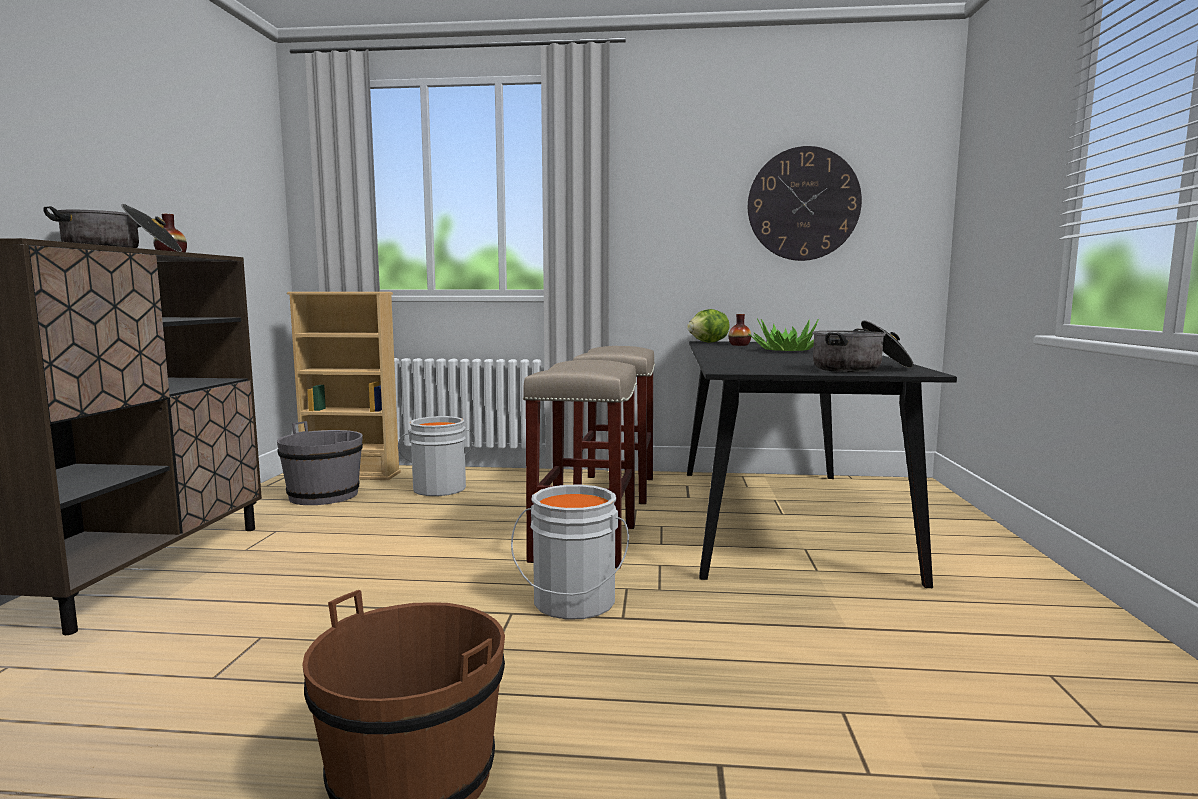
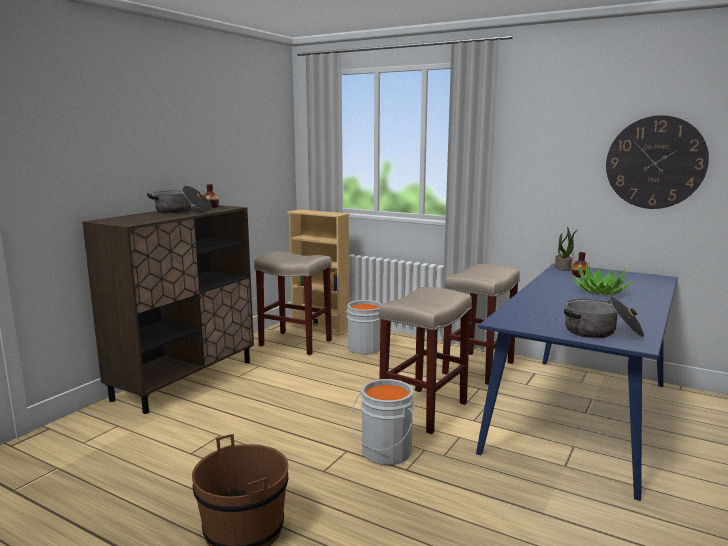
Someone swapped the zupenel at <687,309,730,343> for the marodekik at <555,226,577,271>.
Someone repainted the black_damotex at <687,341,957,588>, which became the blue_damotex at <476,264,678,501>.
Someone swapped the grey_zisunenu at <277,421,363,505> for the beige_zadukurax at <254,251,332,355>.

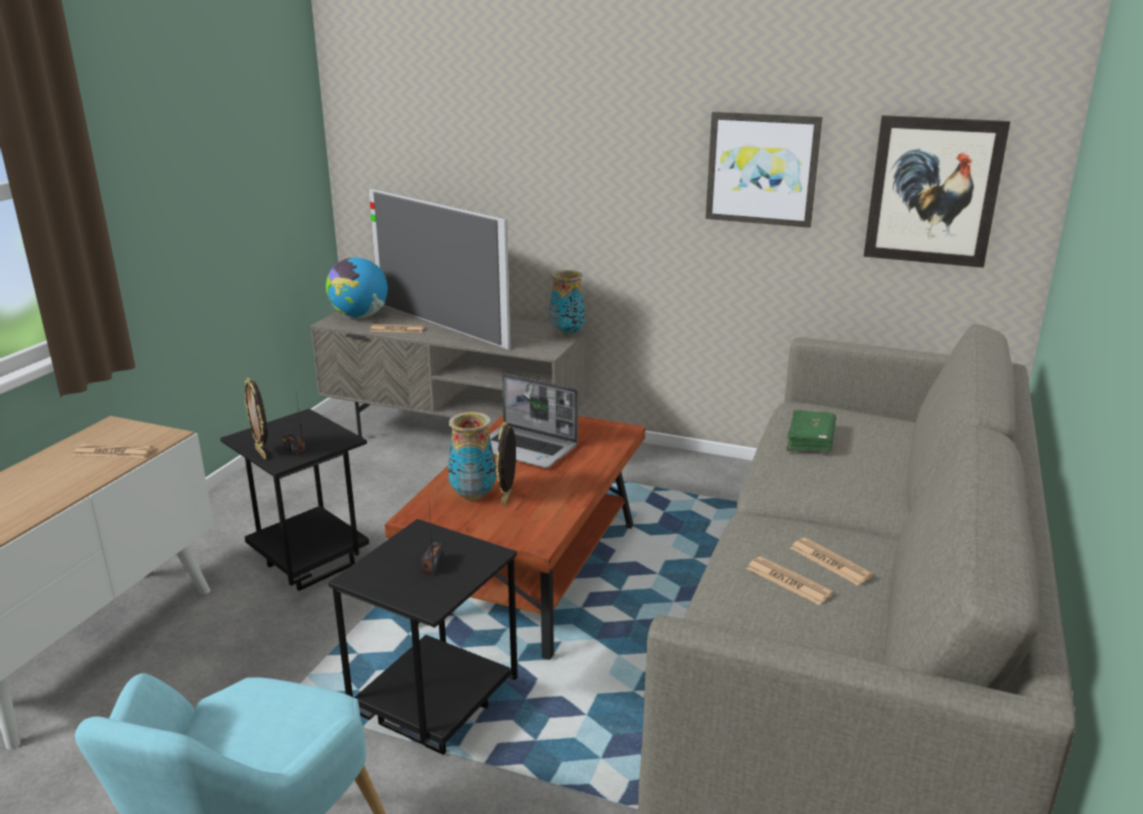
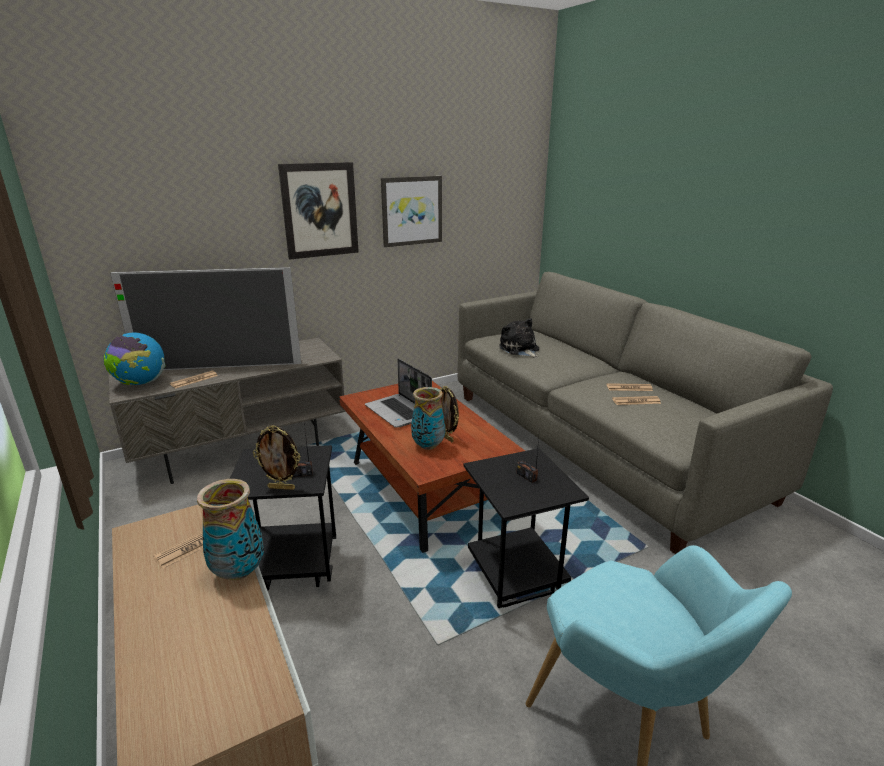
Someone carried the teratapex from <864,115,1010,268> to <278,162,359,259>.
Someone carried the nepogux from <549,270,585,338> to <197,479,264,580>.
Someone rotated the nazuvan at <489,373,578,468> by 75 degrees clockwise.
Someone swapped the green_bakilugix at <786,410,836,451> for the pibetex at <499,318,539,358>.

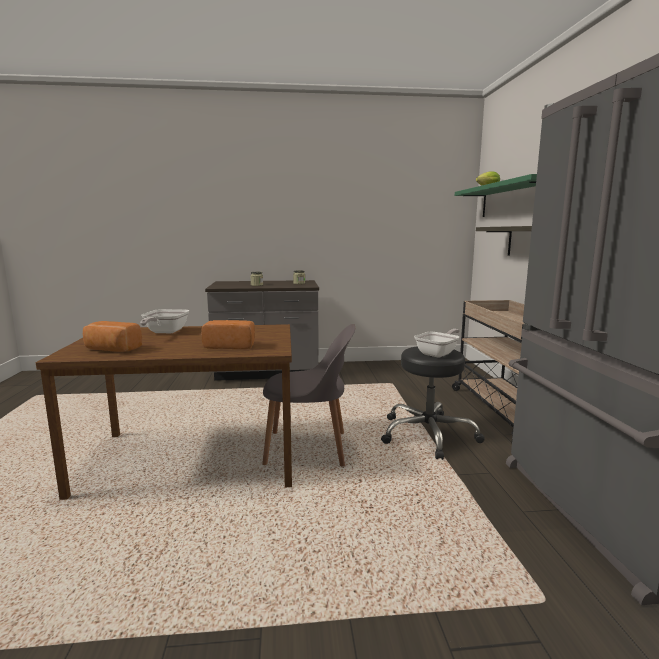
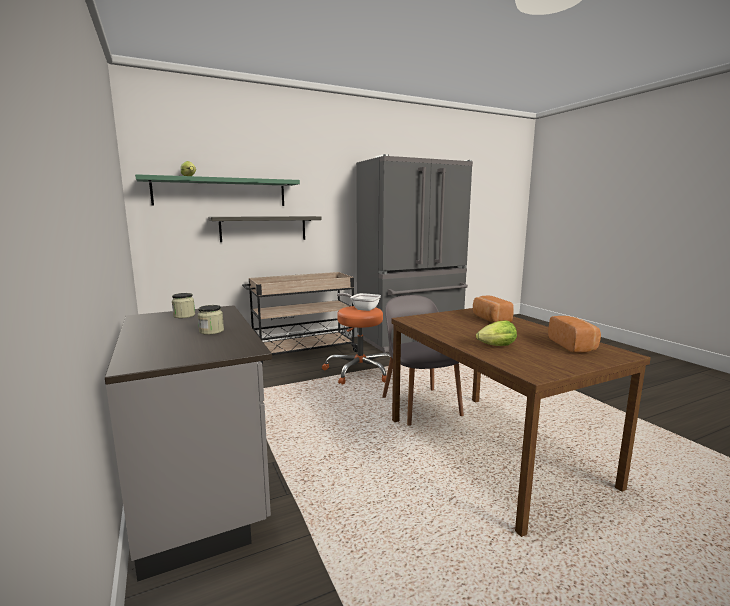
Someone swapped the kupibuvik at <140,309,189,333> for the zupenel at <476,320,517,346>.
Someone repainted the black_zadukurax at <381,346,485,460>, which became the orange_zadukurax at <322,306,391,385>.

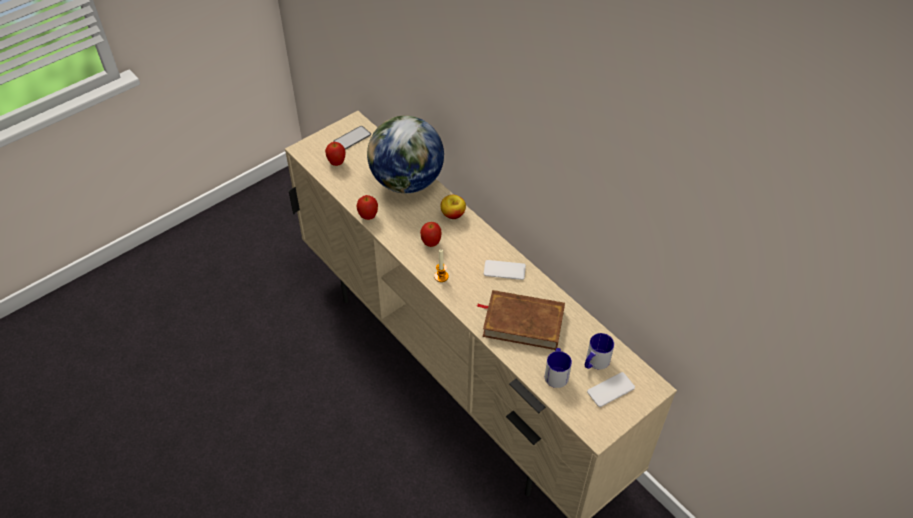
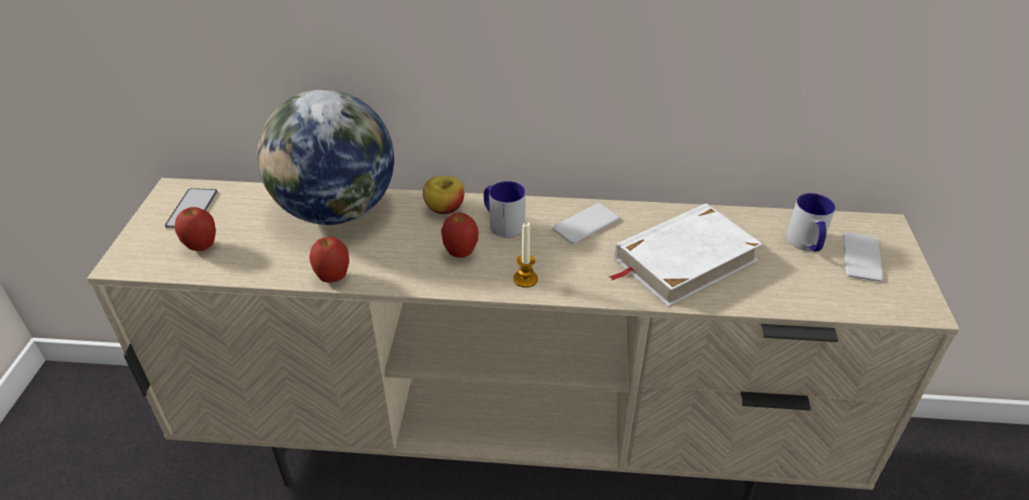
Someone repainted the brown_bakilugix at <477,290,565,350>, which became the white_bakilugix at <609,203,762,306>.
Someone carried the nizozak from <545,348,572,388> to <484,181,526,238>.

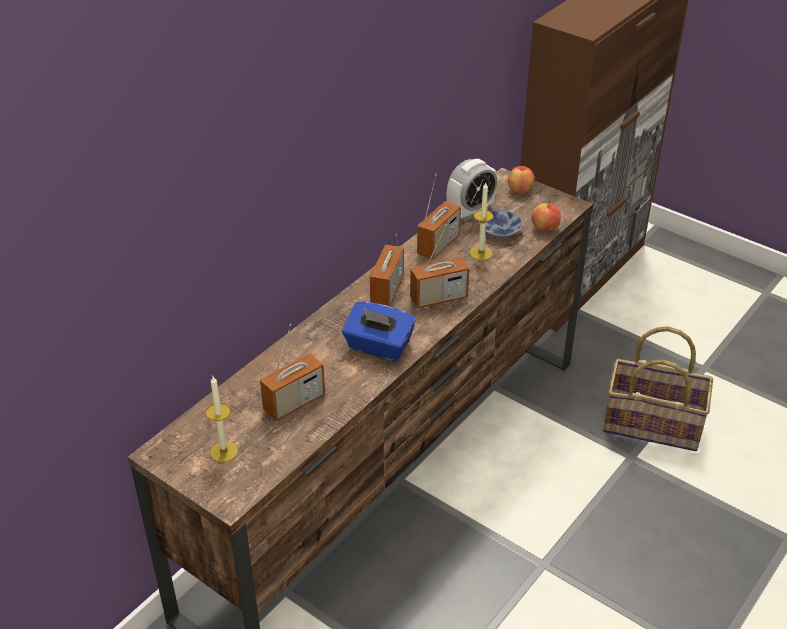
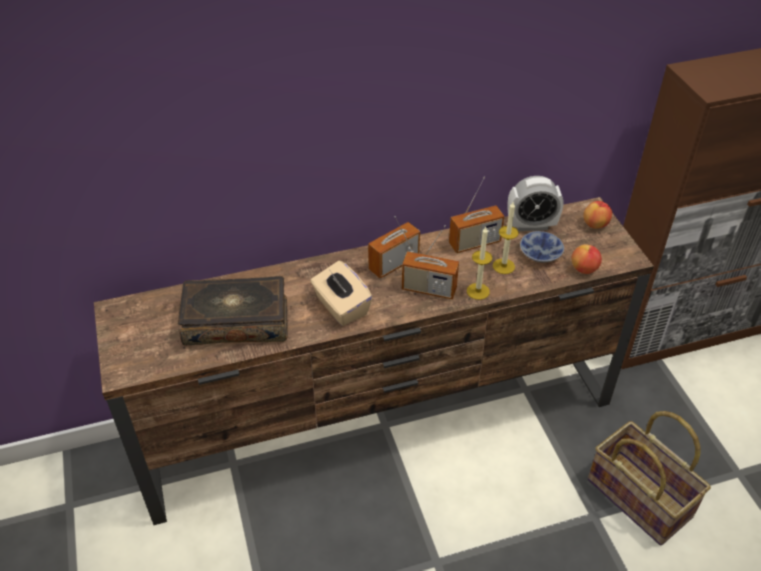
Someone repainted the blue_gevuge at <342,302,416,361>, which became the beige_gevuge at <310,261,373,326>.
Someone swapped the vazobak at <260,324,325,421> for the bakilugix at <178,276,288,345>.
Someone carried the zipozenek from <206,376,238,462> to <467,227,492,300>.

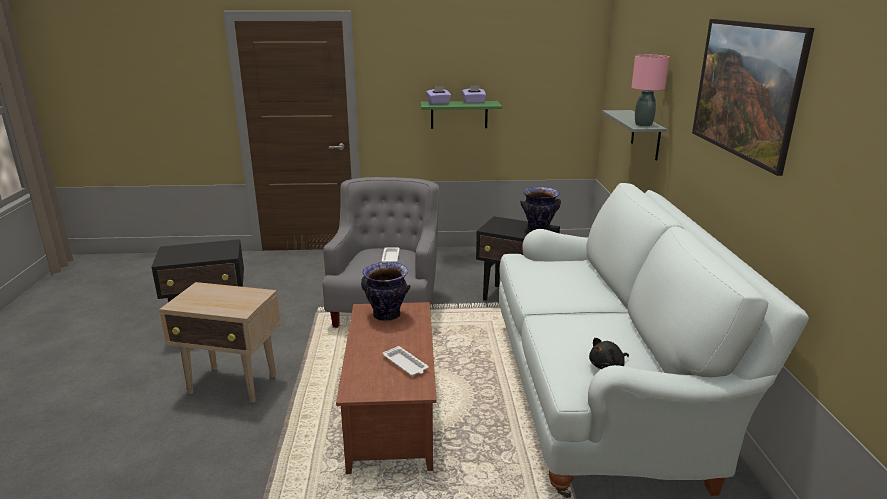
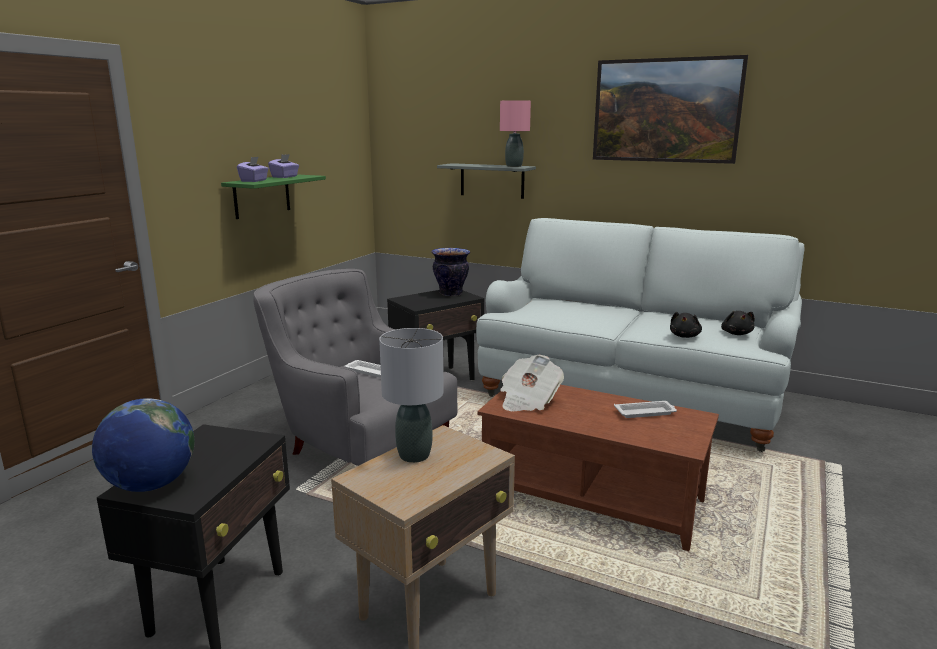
Someone swapped the nepogux at <361,262,410,321> for the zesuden at <501,355,564,411>.
Someone put down the black_pibetex at <670,312,702,338>.
Someone put down the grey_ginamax at <379,328,444,463>.
Someone put down the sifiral at <92,398,195,492>.

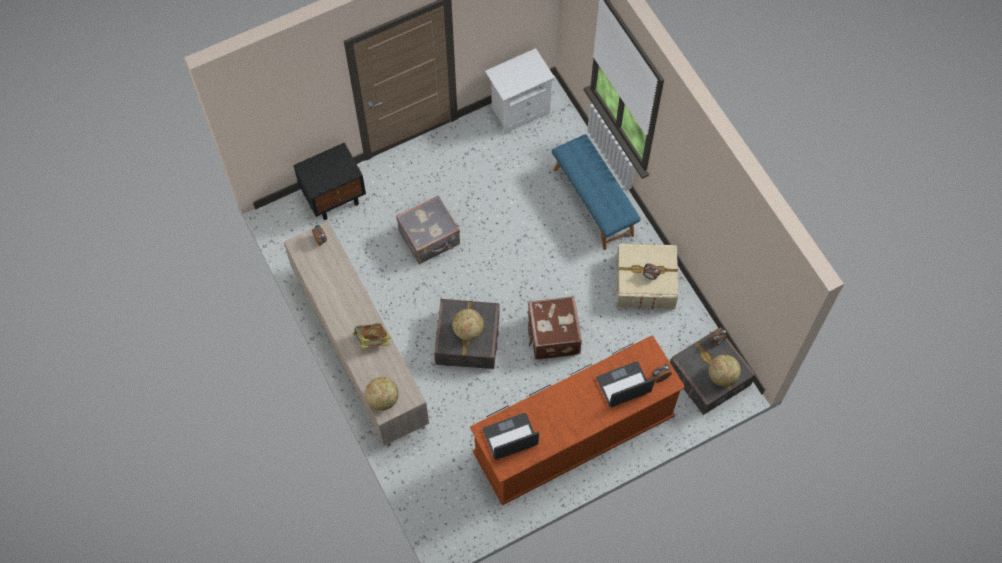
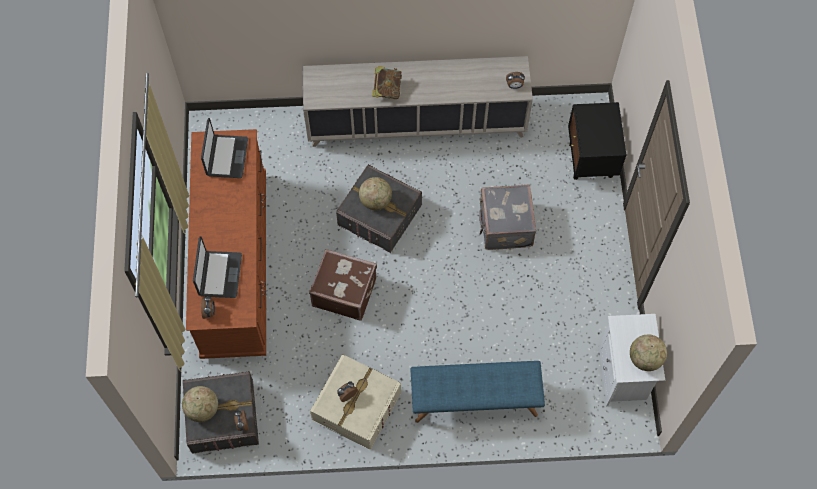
Someone carried the sifiral from <365,377,399,410> to <630,334,667,371>.

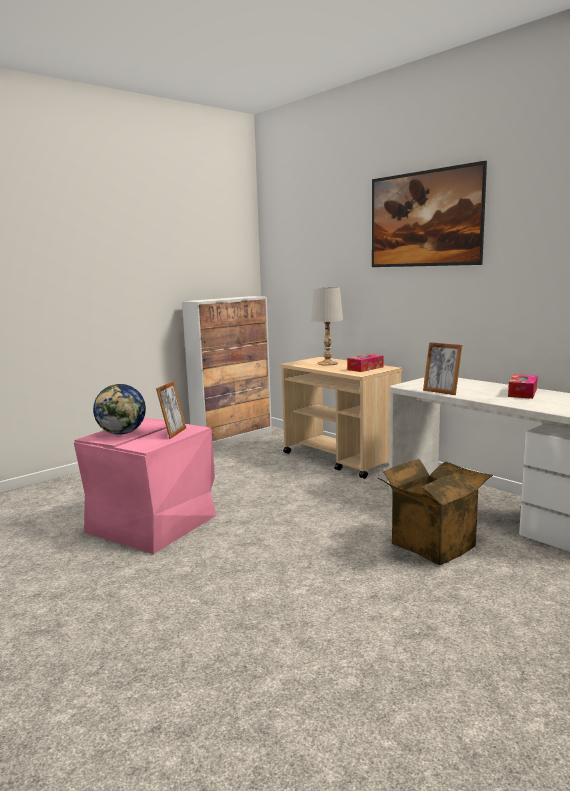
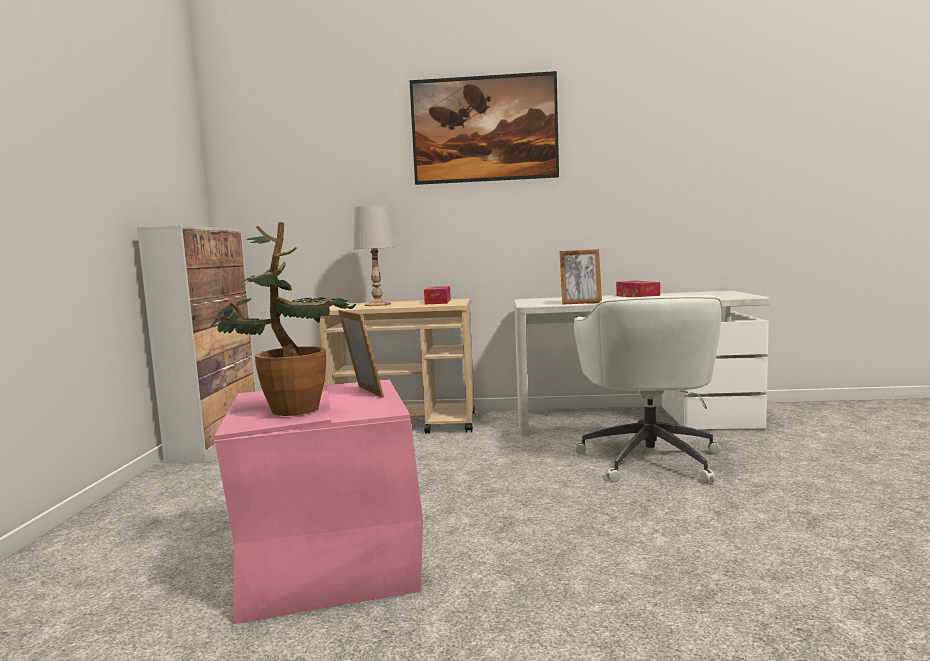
Someone swapped the sifiral at <93,384,146,435> for the marodekik at <209,222,356,416>.
Someone swapped the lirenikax at <378,459,493,565> for the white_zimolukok at <574,295,722,483>.

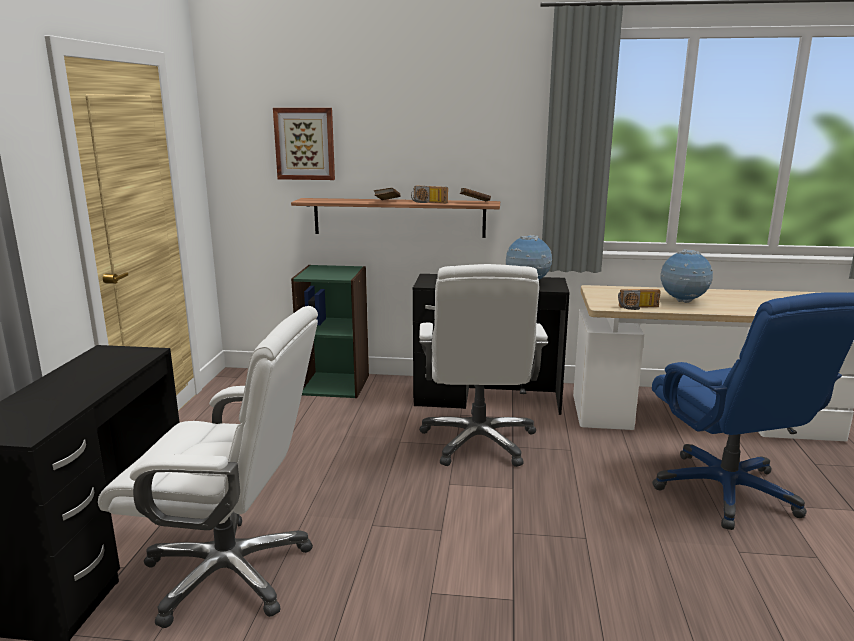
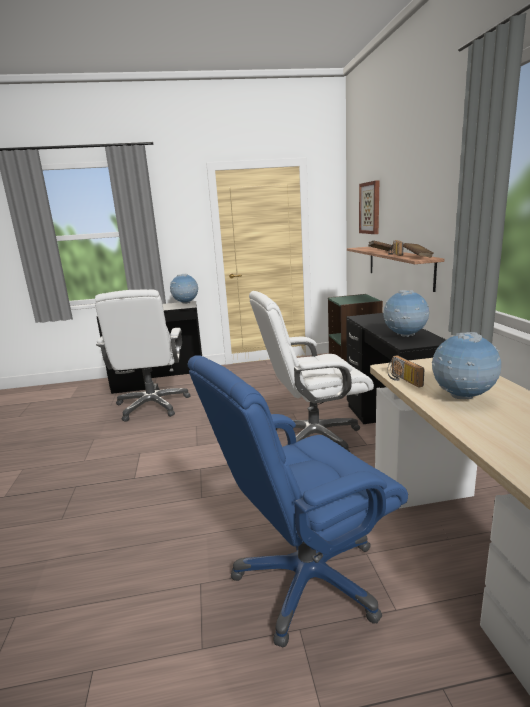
Someone put down the sifiral at <170,274,198,304>.

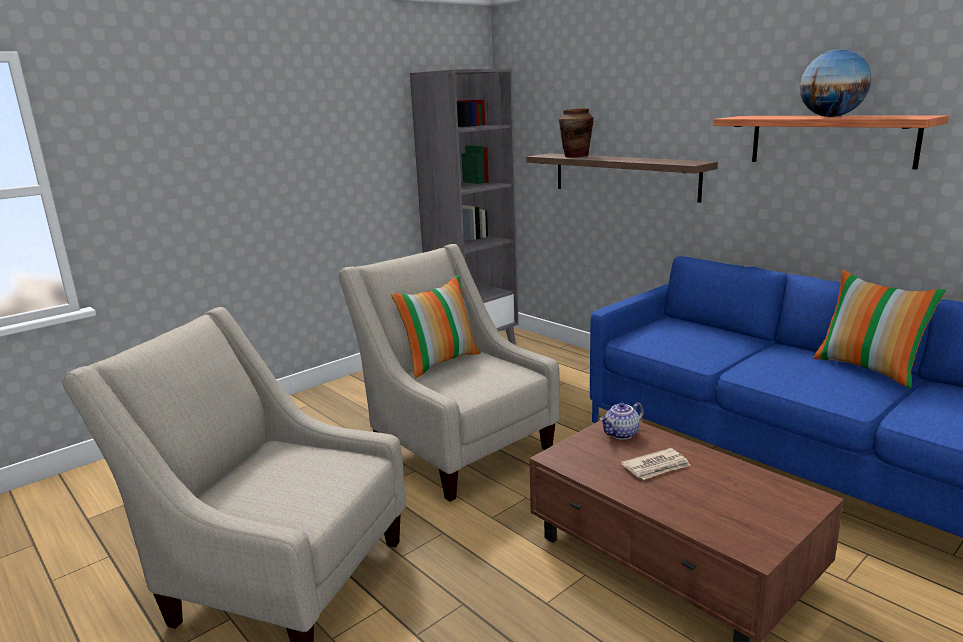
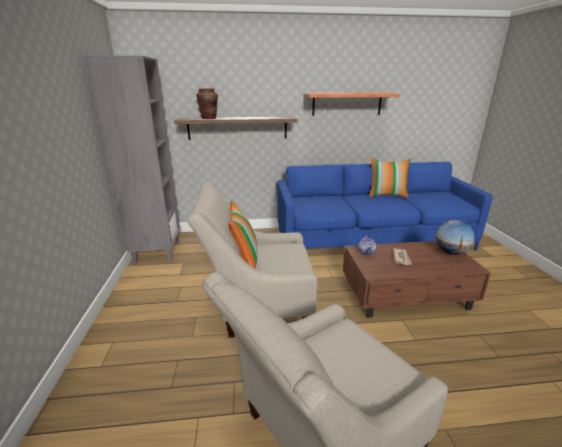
Someone carried the sifiral from <800,49,871,117> to <436,220,475,255>.

